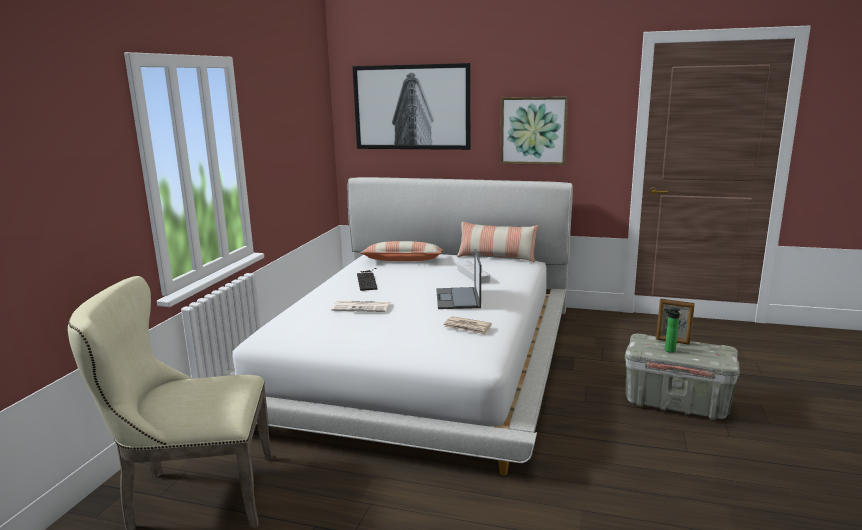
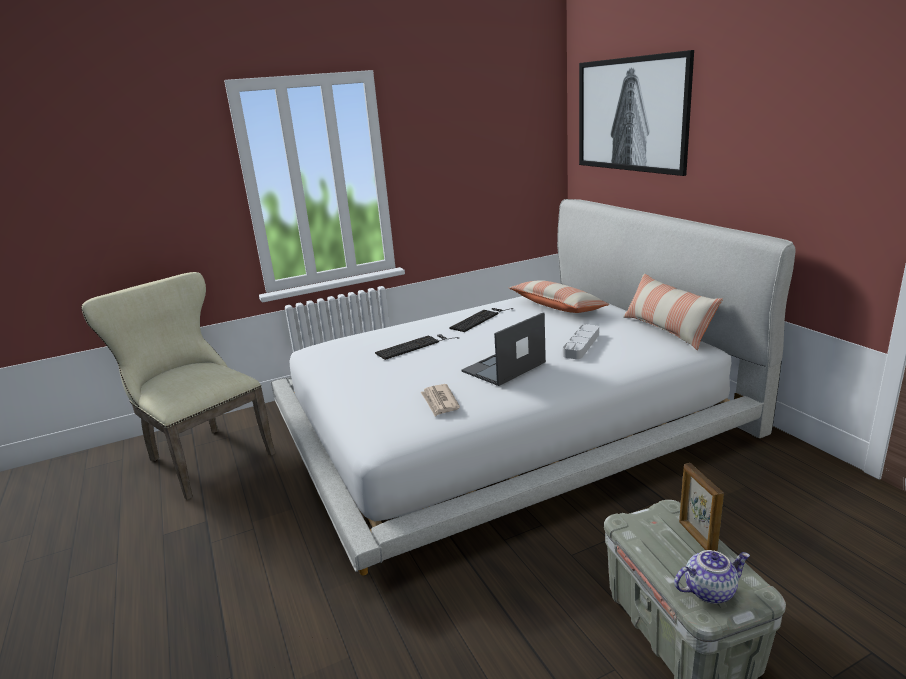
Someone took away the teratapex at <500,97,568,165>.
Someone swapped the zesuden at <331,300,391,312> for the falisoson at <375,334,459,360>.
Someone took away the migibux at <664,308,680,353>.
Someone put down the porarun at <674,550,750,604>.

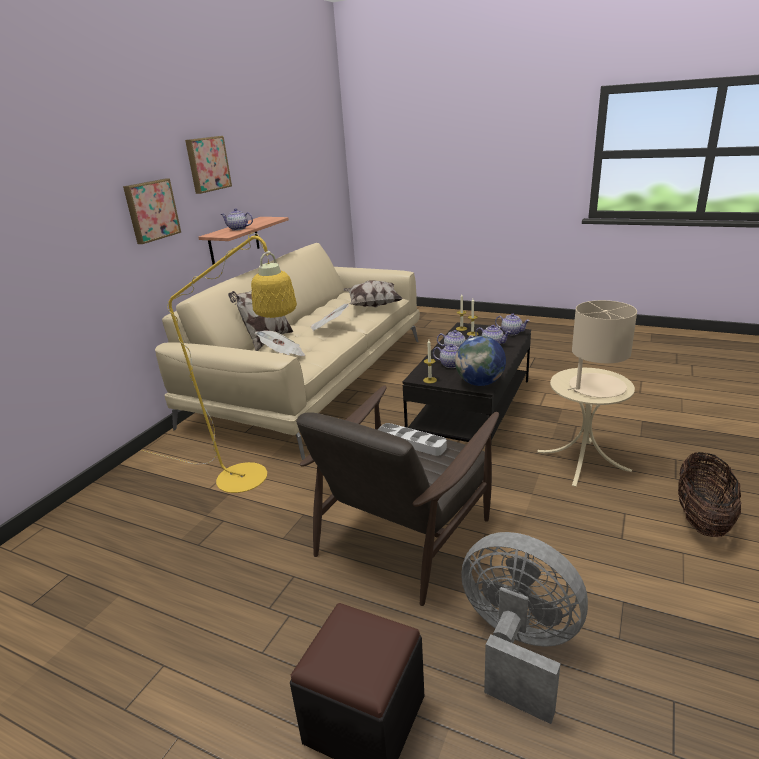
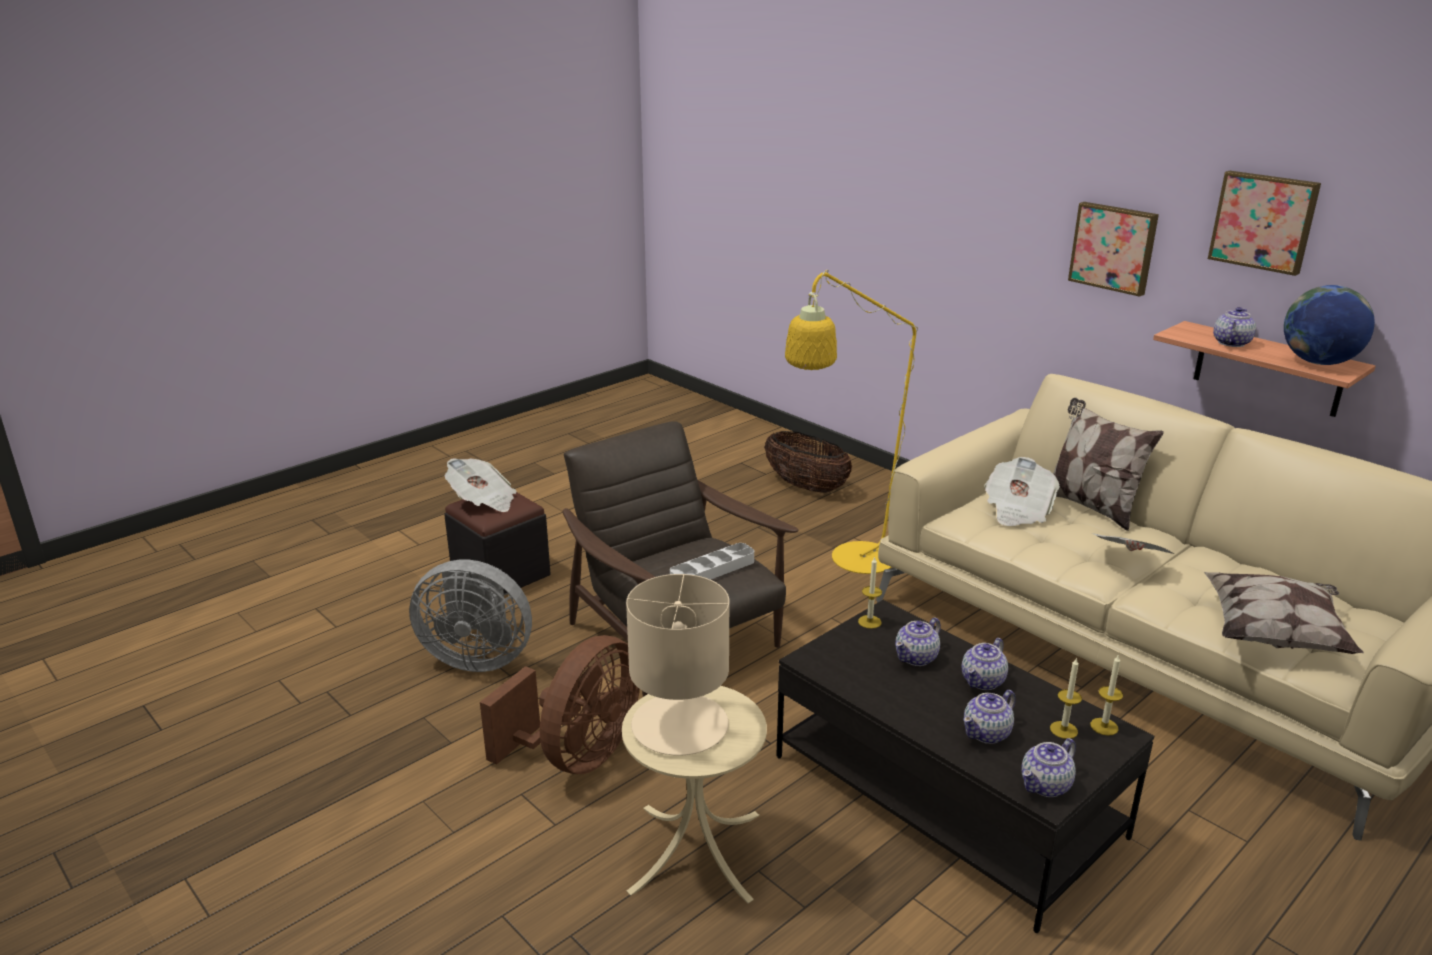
Someone carried the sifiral from <455,336,506,386> to <1284,285,1375,365>.
Someone carried the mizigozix from <678,452,742,537> to <764,431,852,493>.
Someone rotated the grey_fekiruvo at <461,532,588,724> by 45 degrees clockwise.
Someone put down the zesuden at <445,458,516,512>.
Someone put down the brown_fekiruvo at <480,635,640,774>.

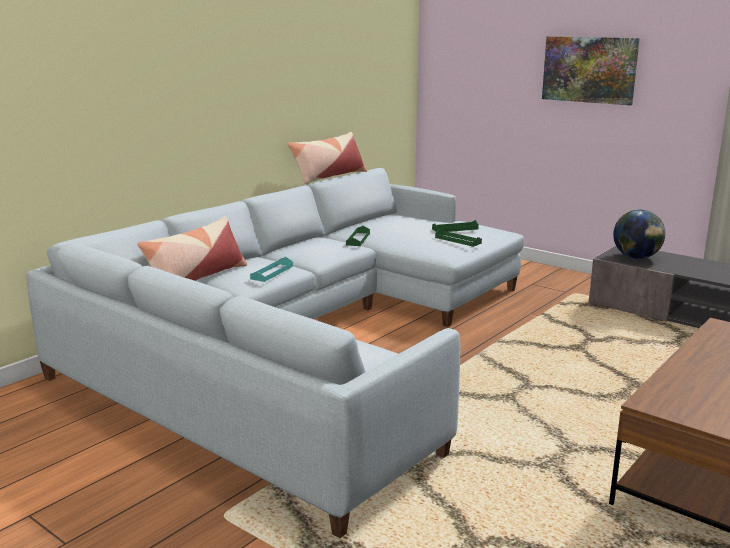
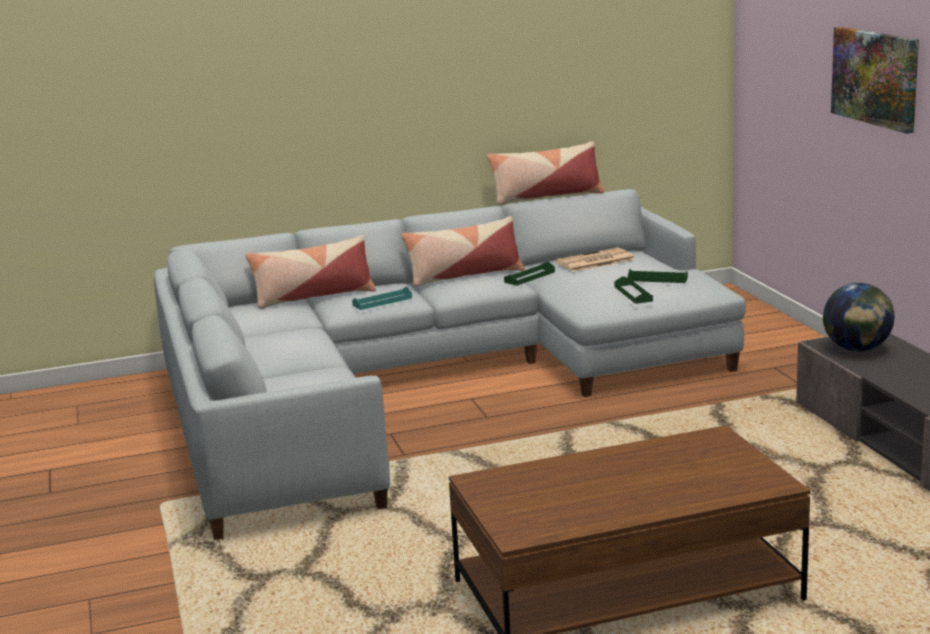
Someone put down the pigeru at <401,216,524,287>.
Someone put down the zesuden at <555,248,635,272>.

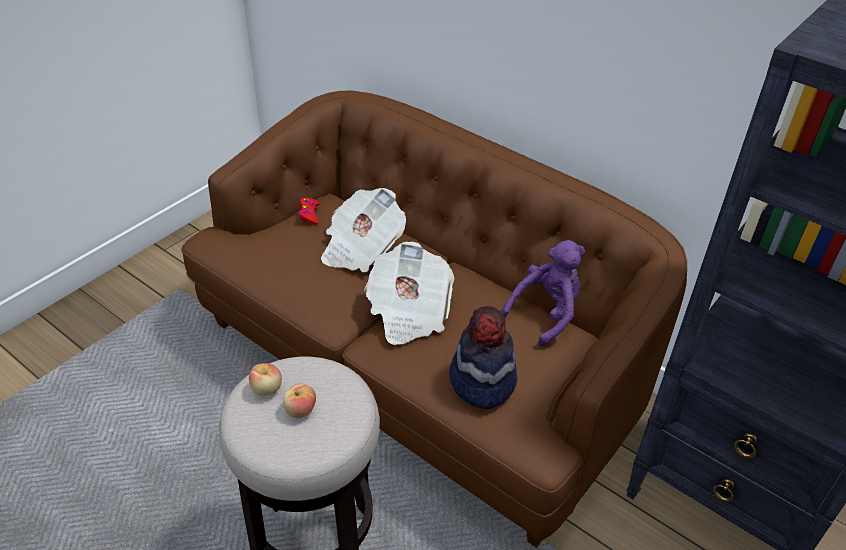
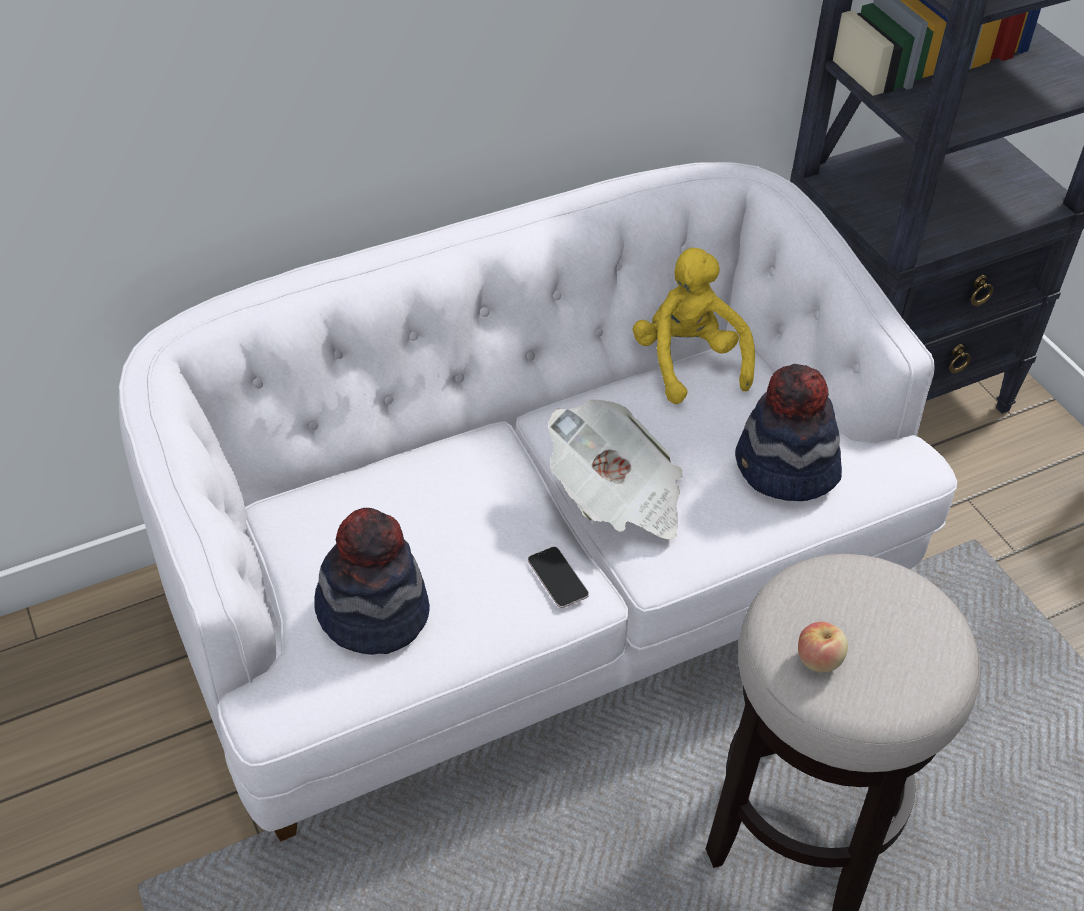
Someone repainted the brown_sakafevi at <181,90,687,548>, which became the white_sakafevi at <118,162,957,842>.
Someone took away the zesuden at <321,188,406,272>.
Someone took away the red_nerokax at <298,197,320,224>.
Someone repainted the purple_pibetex at <501,240,585,347>, which became the yellow_pibetex at <632,247,755,404>.
Someone took away the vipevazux at <283,384,316,418>.
Someone put down the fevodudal at <314,508,430,655>.
Someone put down the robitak at <528,546,589,608>.

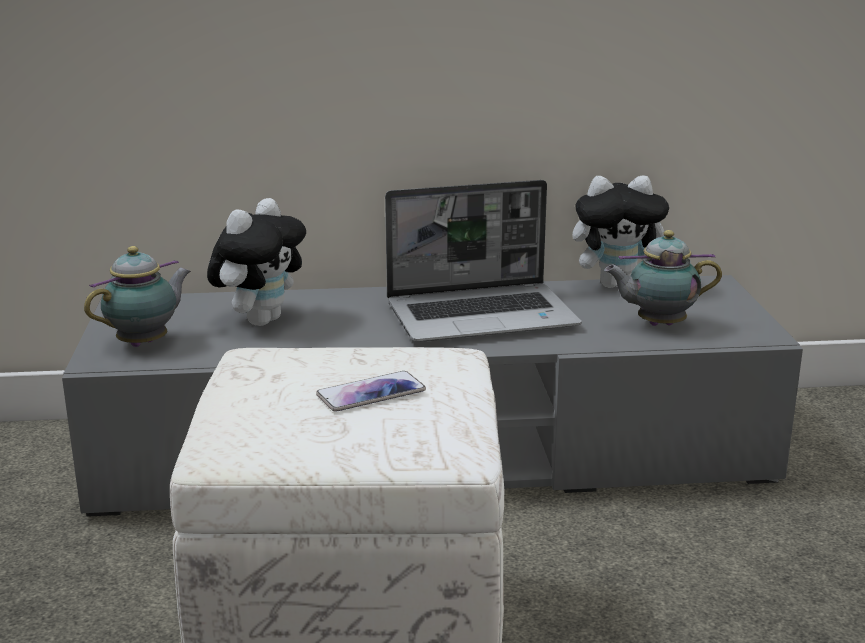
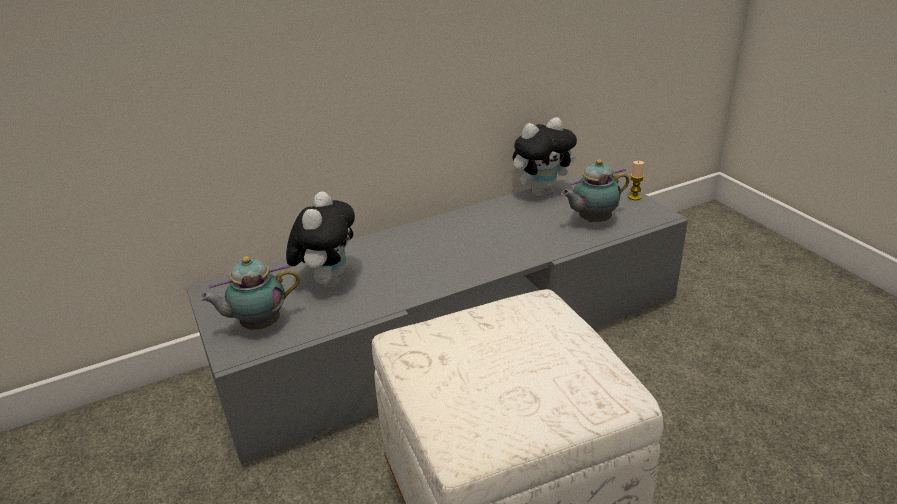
Someone took away the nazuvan at <385,180,582,342>.
Someone rotated the porarun at <84,246,191,347> by 135 degrees counterclockwise.
Someone took away the robitak at <316,371,426,411>.
Someone put down the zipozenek at <628,161,644,200>.

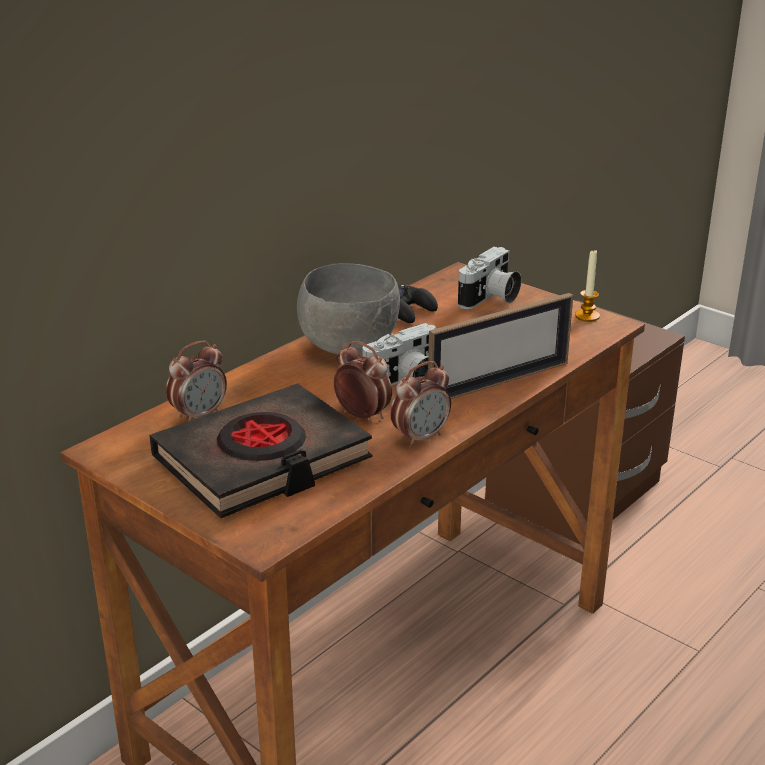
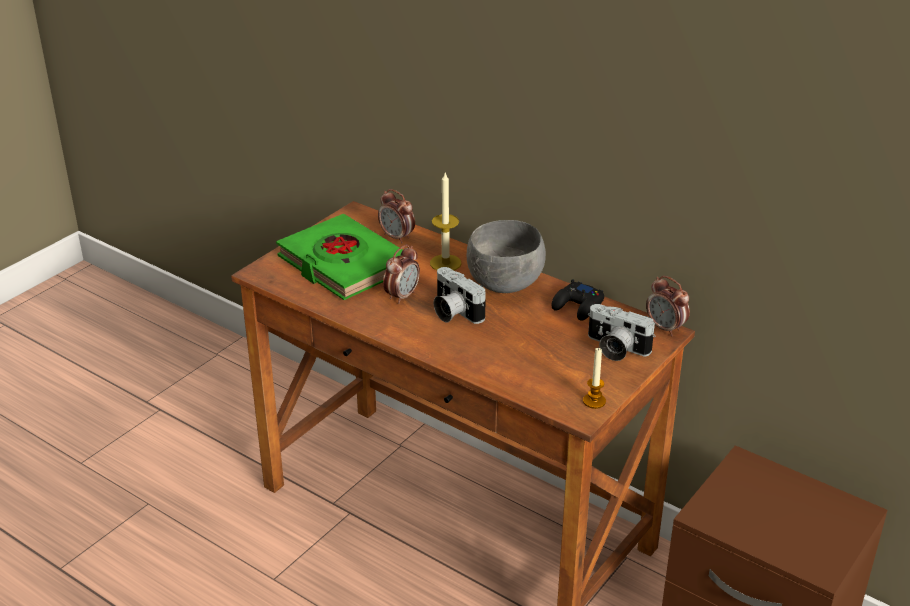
Someone took away the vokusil at <428,293,573,399>.
Someone carried the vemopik from <390,361,451,447> to <646,276,690,336>.
Someone repainted the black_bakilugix at <149,383,373,519>, which became the green_bakilugix at <276,214,403,300>.
Someone put down the zipozenek at <430,171,461,270>.

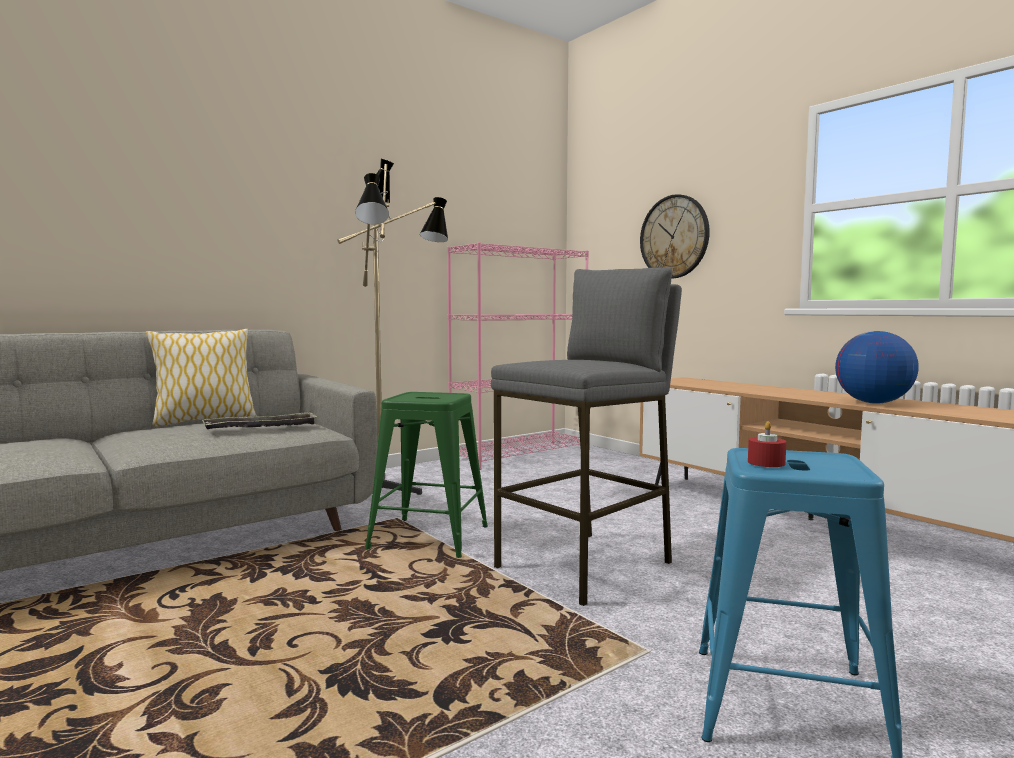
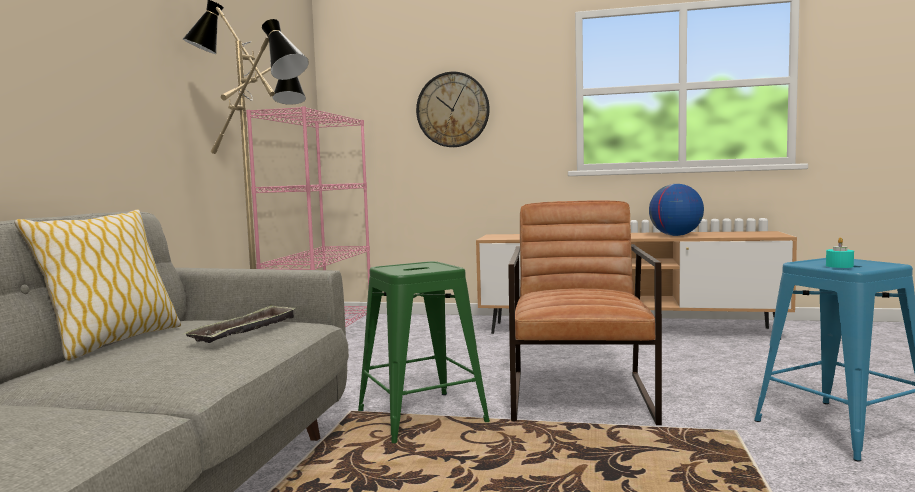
Someone swapped the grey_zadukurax at <491,267,682,606> for the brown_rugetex at <508,200,662,425>.
Someone repainted the red_zipozenek at <748,421,786,467>, which became the turquoise_zipozenek at <826,237,854,268>.

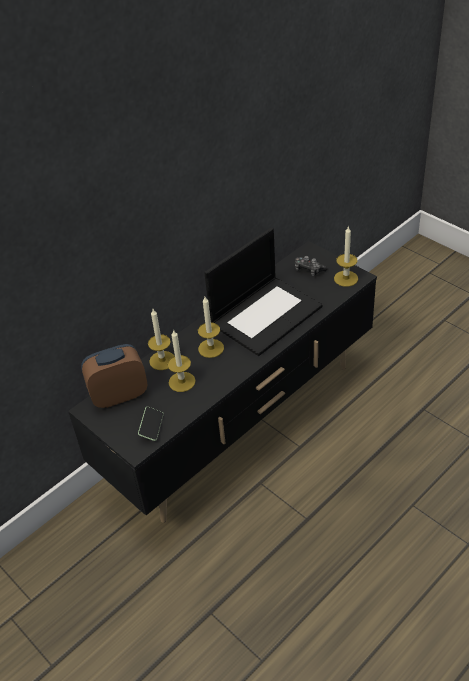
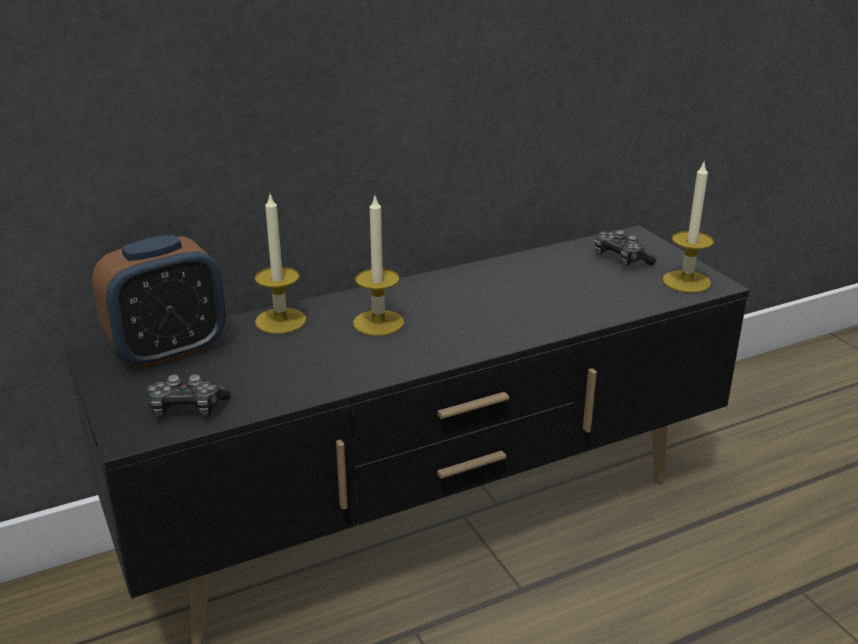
Someone took away the nazuvan at <204,228,322,356>.
Someone took away the zipozenek at <167,329,196,392>.
Someone rotated the vemopik at <81,344,147,408> by 150 degrees clockwise.
Someone swapped the robitak at <138,407,164,441> for the nerokax at <146,374,231,417>.

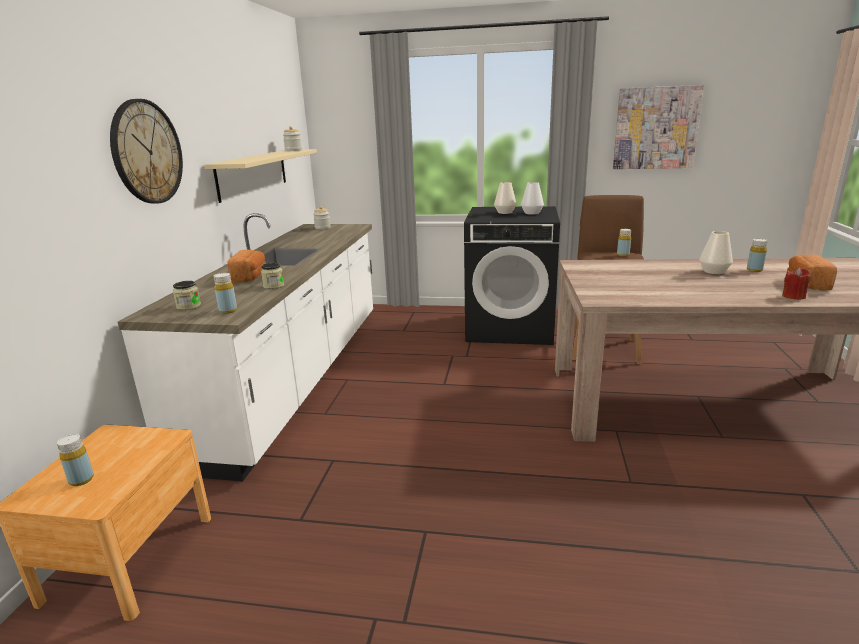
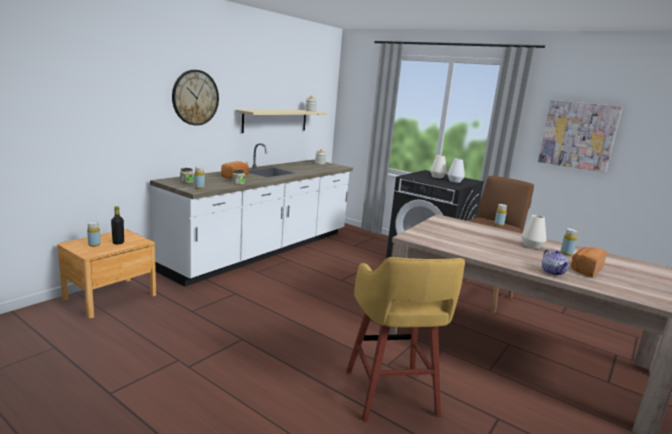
Someone swapped the red_zipozenek at <782,268,810,300> for the porarun at <542,249,570,276>.
Someone put down the black_migibux at <111,206,124,245>.
Someone put down the yellow_zadukurax at <346,257,465,422>.

